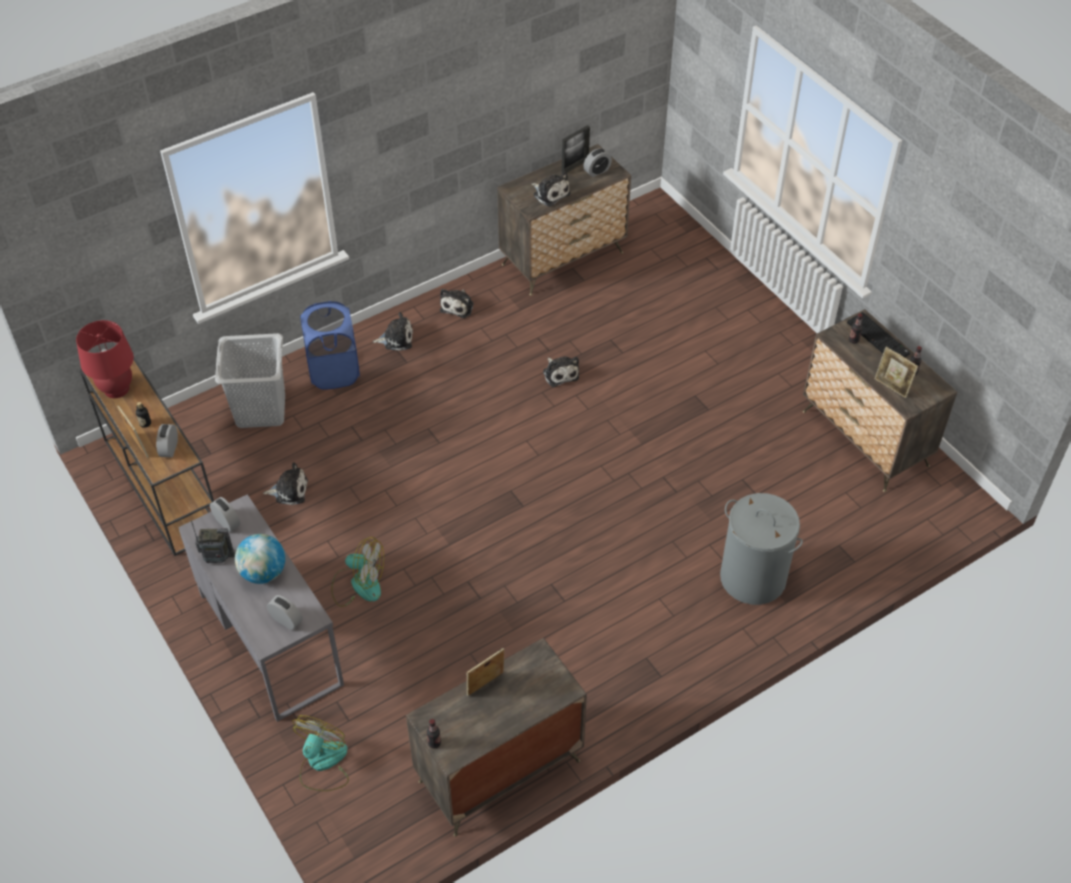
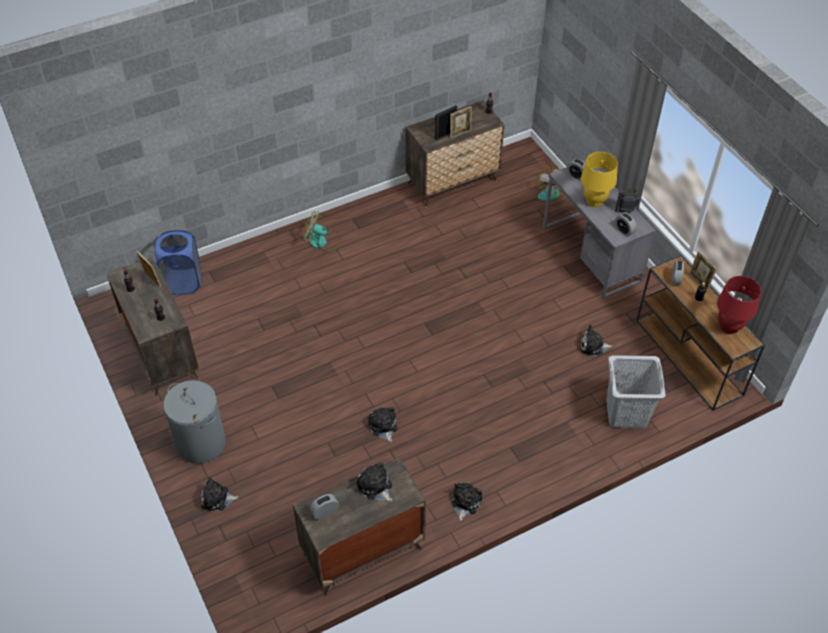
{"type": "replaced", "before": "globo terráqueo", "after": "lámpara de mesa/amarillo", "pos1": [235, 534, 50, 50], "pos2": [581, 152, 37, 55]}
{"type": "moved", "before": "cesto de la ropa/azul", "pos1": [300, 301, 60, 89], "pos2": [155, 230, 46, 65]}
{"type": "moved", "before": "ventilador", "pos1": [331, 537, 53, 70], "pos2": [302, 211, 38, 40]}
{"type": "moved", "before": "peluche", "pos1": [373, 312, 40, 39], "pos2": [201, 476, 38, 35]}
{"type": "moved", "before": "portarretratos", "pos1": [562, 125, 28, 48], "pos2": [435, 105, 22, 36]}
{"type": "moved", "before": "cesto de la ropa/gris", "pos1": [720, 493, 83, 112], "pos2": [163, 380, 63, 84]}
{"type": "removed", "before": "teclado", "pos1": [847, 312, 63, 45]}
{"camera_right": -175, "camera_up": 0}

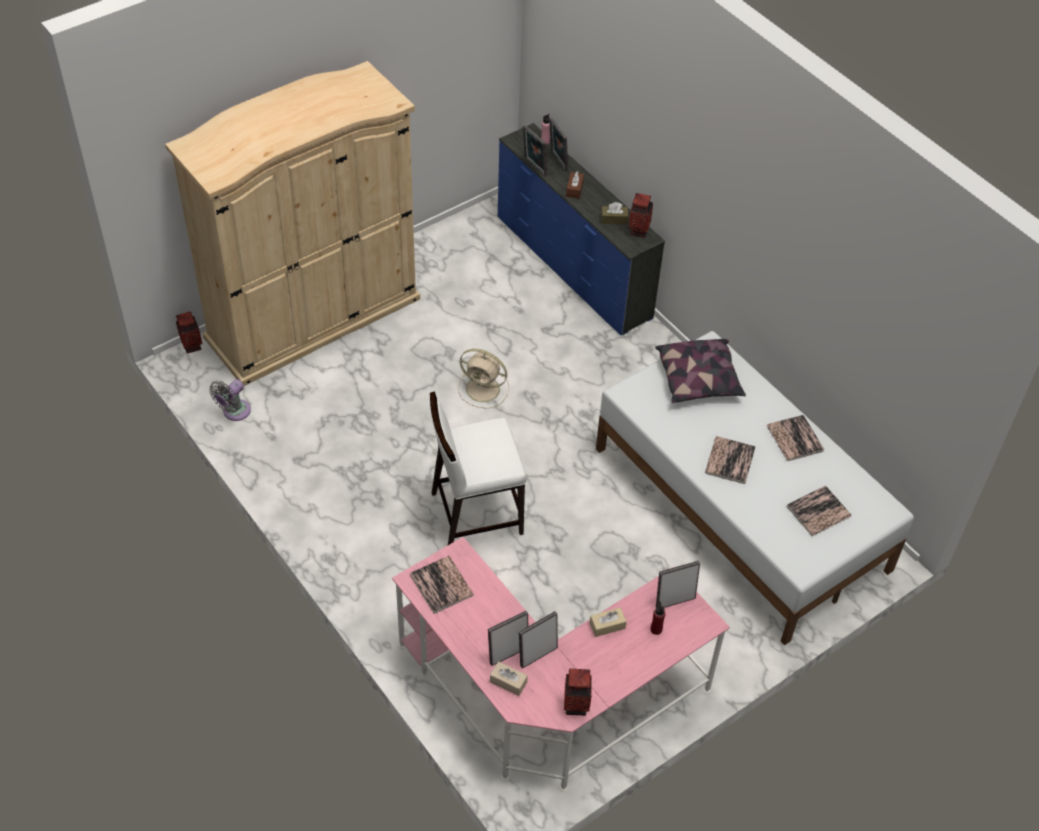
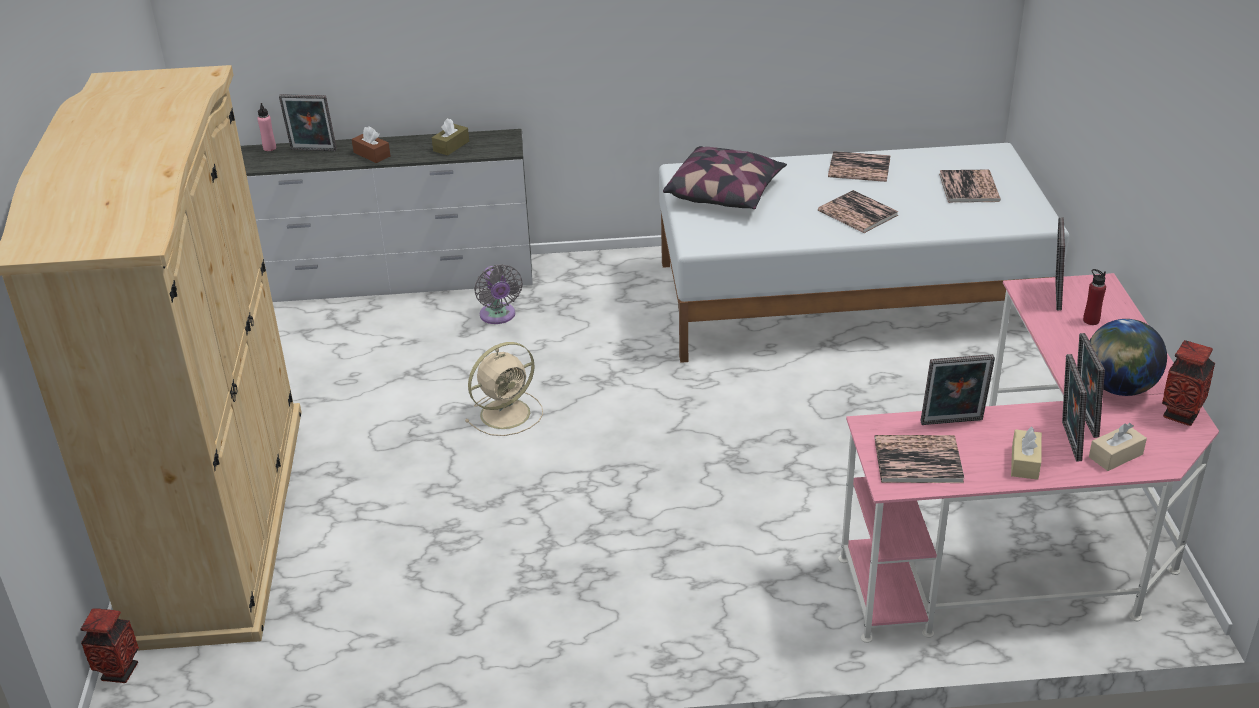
{"type": "moved", "before": "ventilador/gris", "pos1": [209, 380, 42, 41], "pos2": [474, 264, 49, 60]}
{"type": "removed", "before": "silla/blanco", "pos1": [430, 391, 96, 154]}
{"type": "recoloured", "before": "cómoda/azul", "after": "cómoda/blanco", "pos1": [498, 123, 167, 212], "pos2": [241, 129, 292, 173]}
{"type": "moved", "before": "portarretratos", "pos1": [523, 125, 24, 51], "pos2": [920, 354, 75, 71]}
{"type": "moved", "before": "caja de pañuelos/beis", "pos1": [590, 608, 37, 29], "pos2": [1011, 427, 31, 53]}
{"type": "removed", "before": "florero", "pos1": [629, 193, 24, 45]}
{"type": "added", "after": "globo terráqueo", "pos2": [1090, 319, 77, 77]}
{"camera_right": -55, "camera_up": -15}

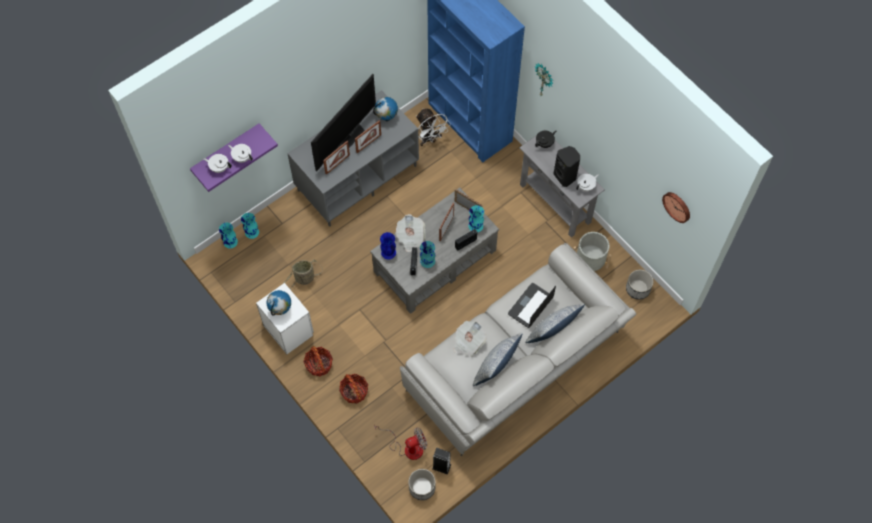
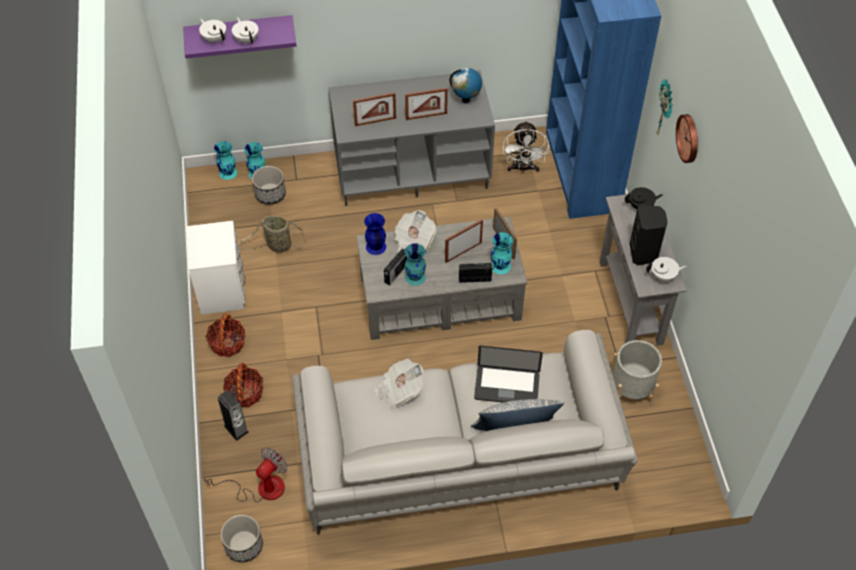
{"type": "removed", "before": "globo terráqueo", "pos1": [266, 290, 25, 25]}
{"type": "removed", "before": "televisor", "pos1": [311, 74, 65, 97]}
{"type": "turned", "before": "ventilador", "pos1": [374, 425, 53, 35], "pos2": [203, 447, 85, 56], "turn": -60}
{"type": "moved", "before": "altavoz", "pos1": [432, 448, 19, 27], "pos2": [217, 390, 32, 51]}
{"type": "removed", "before": "cojín", "pos1": [473, 333, 50, 53]}
{"type": "turned", "before": "portátil", "pos1": [508, 283, 48, 45], "pos2": [474, 346, 69, 57], "turn": -150}
{"type": "moved", "before": "maceta", "pos1": [626, 270, 27, 30], "pos2": [252, 166, 34, 39]}
{"type": "moved", "before": "reloj de pared", "pos1": [662, 192, 28, 31], "pos2": [676, 114, 22, 49]}
{"camera_right": 30, "camera_up": -10}

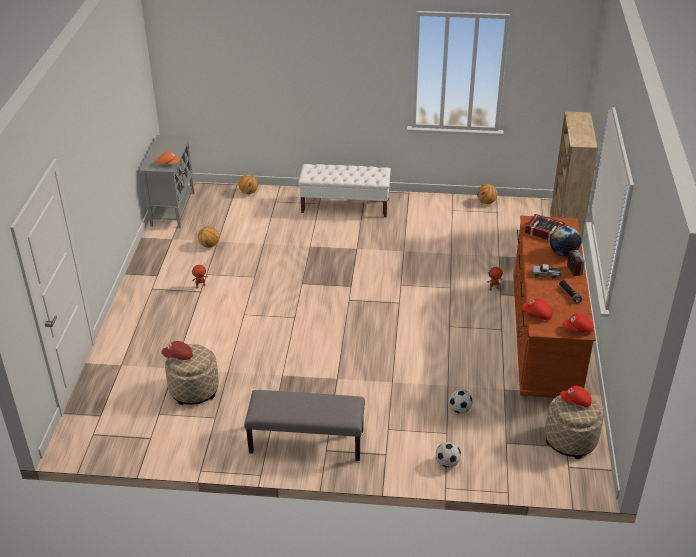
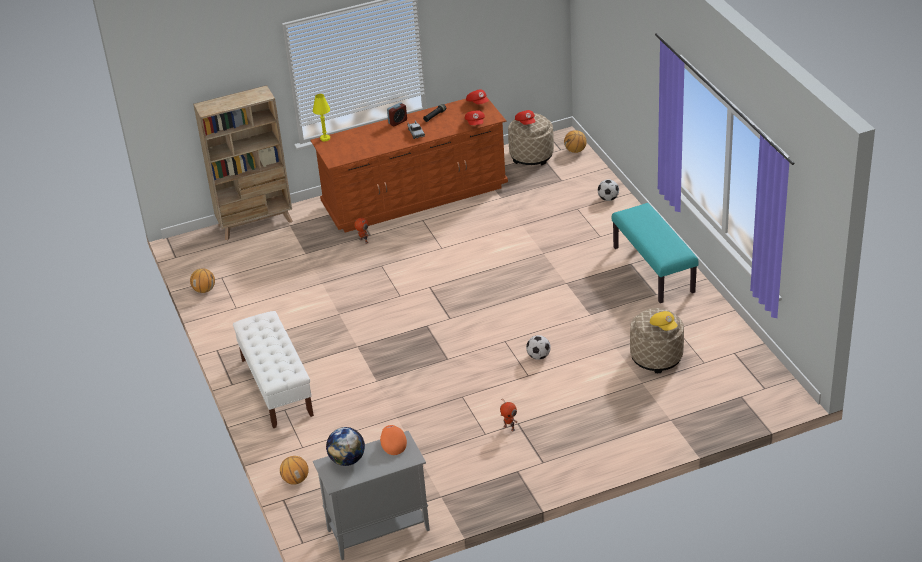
{"type": "recoloured", "before": "gorra/rojo", "after": "gorra/amarillo", "pos1": [162, 341, 31, 19], "pos2": [650, 311, 28, 20]}
{"type": "moved", "before": "balón de baloncesto", "pos1": [198, 226, 21, 22], "pos2": [564, 130, 23, 23]}
{"type": "recoloured", "before": "banco/gris", "after": "banco/turquesa", "pos1": [244, 390, 121, 71], "pos2": [612, 203, 87, 100]}
{"type": "moved", "before": "balón de fútbol", "pos1": [449, 390, 24, 24], "pos2": [526, 335, 25, 25]}
{"type": "removed", "before": "libro", "pos1": [525, 214, 40, 27]}
{"type": "moved", "before": "globo terráqueo", "pos1": [550, 226, 31, 30], "pos2": [326, 427, 39, 39]}
{"type": "added", "after": "lámpara de mesa/amarillo", "pos2": [313, 94, 17, 48]}
{"camera_right": -115, "camera_up": 0}

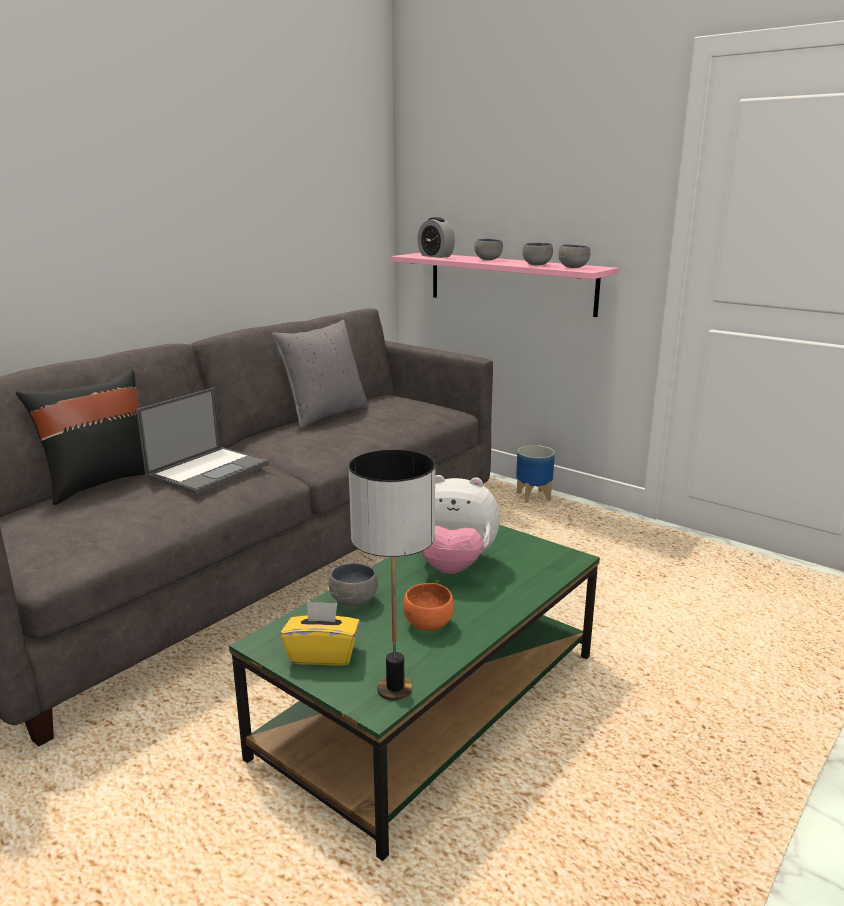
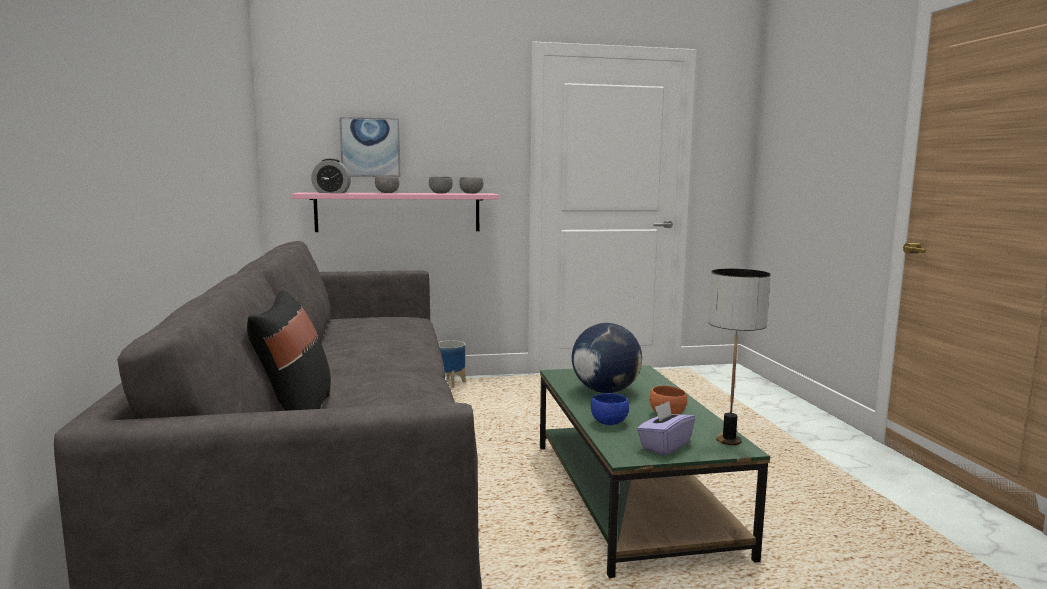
{"type": "removed", "before": "portátil", "pos1": [136, 387, 133, 108]}
{"type": "removed", "before": "cojín/gris", "pos1": [273, 320, 96, 108]}
{"type": "recoloured", "before": "caja de pañuelos/amarillo", "after": "caja de pañuelos/morado", "pos1": [280, 601, 80, 65], "pos2": [637, 401, 58, 55]}
{"type": "recoloured", "before": "cuenco/gris", "after": "cuenco/azul", "pos1": [329, 563, 49, 44], "pos2": [591, 393, 38, 32]}
{"type": "replaced", "before": "peluche", "after": "globo terráqueo", "pos1": [420, 475, 80, 99], "pos2": [572, 323, 70, 70]}
{"type": "added", "after": "cuadro", "pos2": [339, 117, 61, 60]}
{"camera_right": -50, "camera_up": -10}

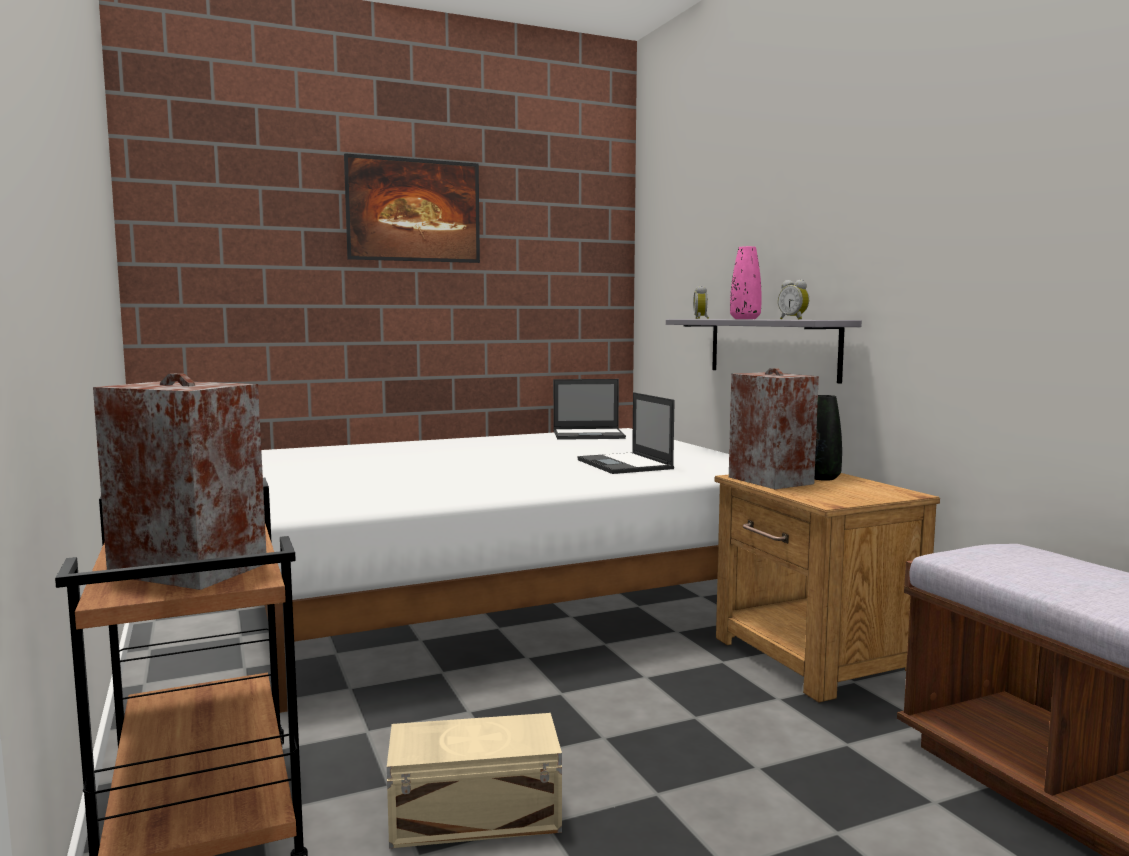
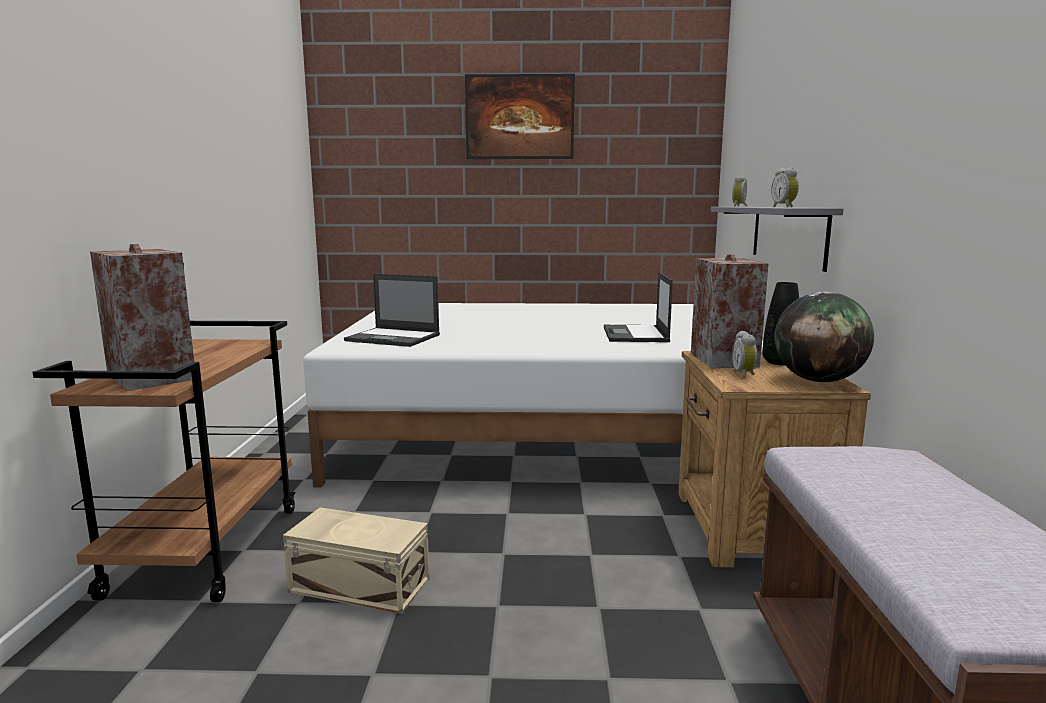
{"type": "moved", "before": "portátil", "pos1": [553, 379, 73, 61], "pos2": [344, 274, 96, 73]}
{"type": "removed", "before": "florero/rosa", "pos1": [730, 246, 32, 73]}
{"type": "added", "after": "despertador", "pos2": [732, 331, 25, 47]}
{"type": "added", "after": "globo terráqueo", "pos2": [775, 292, 99, 90]}
{"camera_right": 25, "camera_up": 5}

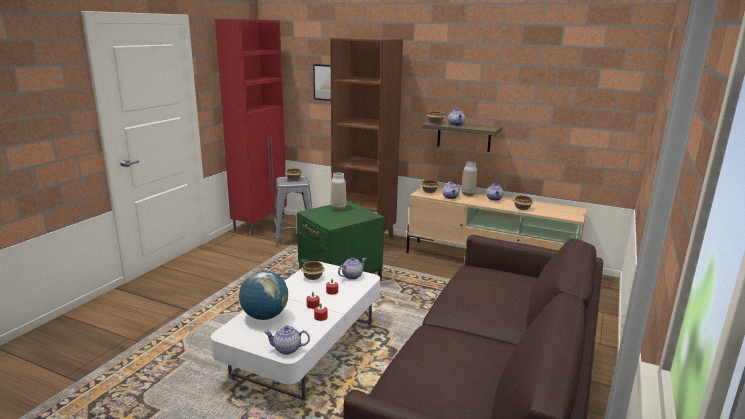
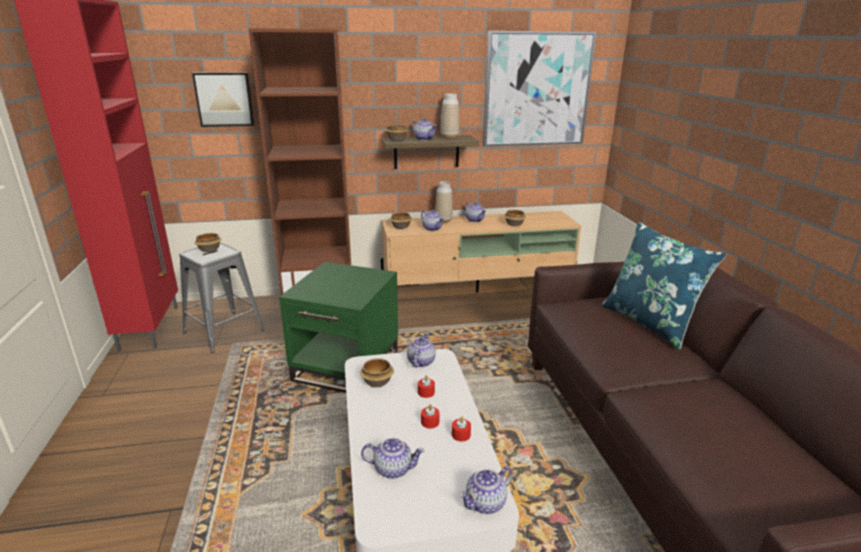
{"type": "replaced", "before": "globo terráqueo", "after": "tetera", "pos1": [239, 271, 49, 49], "pos2": [361, 438, 64, 41]}
{"type": "moved", "before": "florero", "pos1": [331, 172, 16, 38], "pos2": [441, 93, 18, 46]}
{"type": "added", "after": "cuadro", "pos2": [483, 31, 113, 115]}
{"type": "added", "after": "cojín/azul", "pos2": [601, 222, 126, 128]}
{"camera_right": -35, "camera_up": 5}

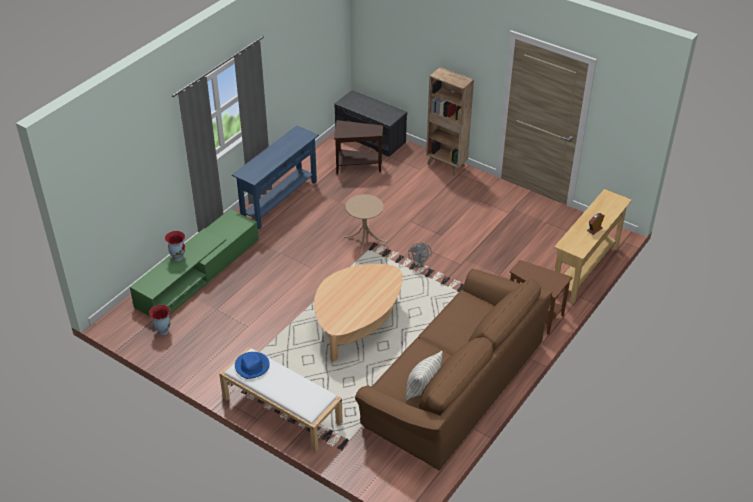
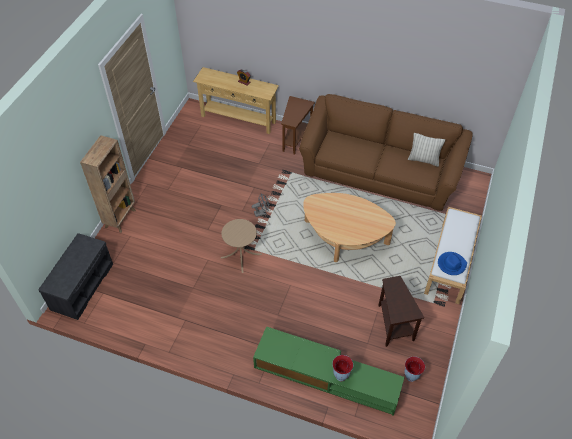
{"type": "removed", "before": "mesa consola/azul", "pos1": [232, 125, 87, 105]}
{"type": "moved", "before": "mesa auxiliar/marrón", "pos1": [334, 120, 49, 55], "pos2": [378, 276, 46, 71]}
{"camera_right": -105, "camera_up": 10}

